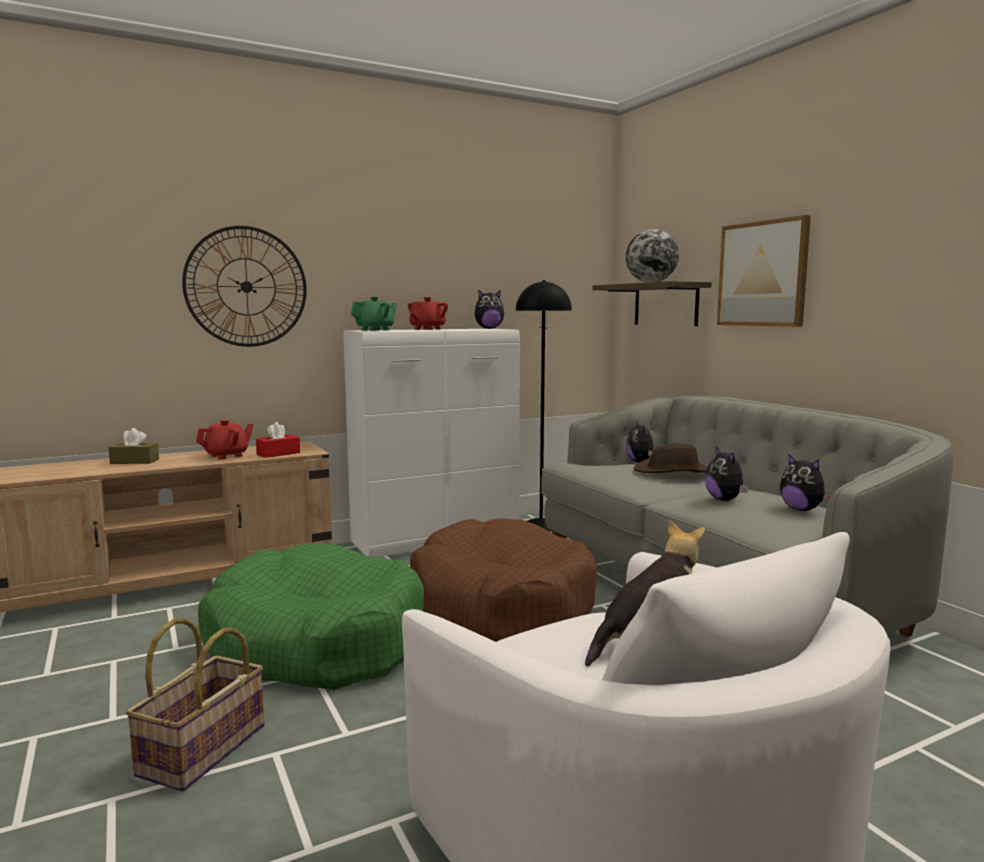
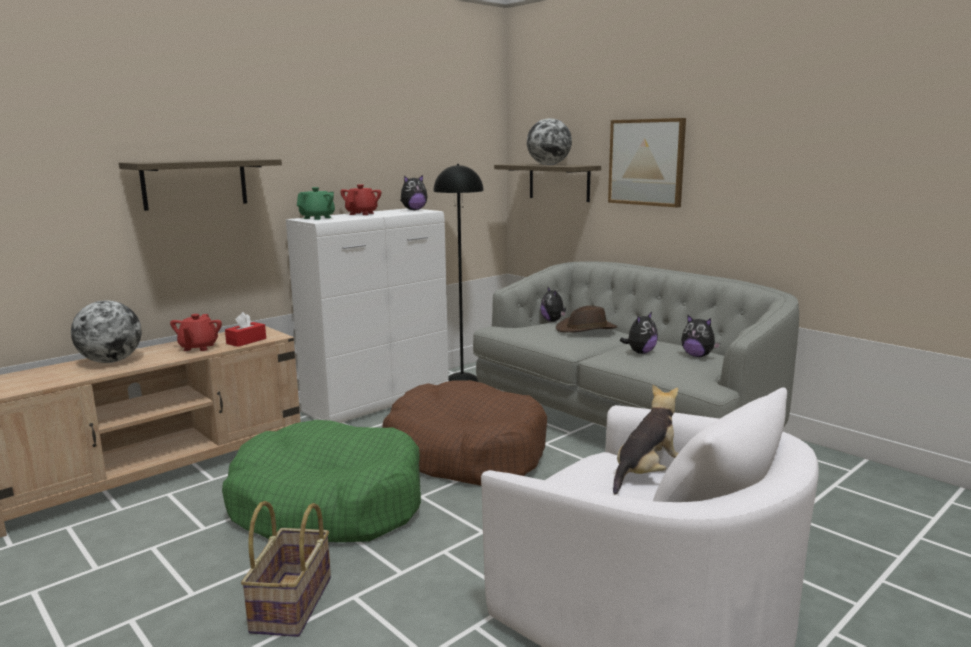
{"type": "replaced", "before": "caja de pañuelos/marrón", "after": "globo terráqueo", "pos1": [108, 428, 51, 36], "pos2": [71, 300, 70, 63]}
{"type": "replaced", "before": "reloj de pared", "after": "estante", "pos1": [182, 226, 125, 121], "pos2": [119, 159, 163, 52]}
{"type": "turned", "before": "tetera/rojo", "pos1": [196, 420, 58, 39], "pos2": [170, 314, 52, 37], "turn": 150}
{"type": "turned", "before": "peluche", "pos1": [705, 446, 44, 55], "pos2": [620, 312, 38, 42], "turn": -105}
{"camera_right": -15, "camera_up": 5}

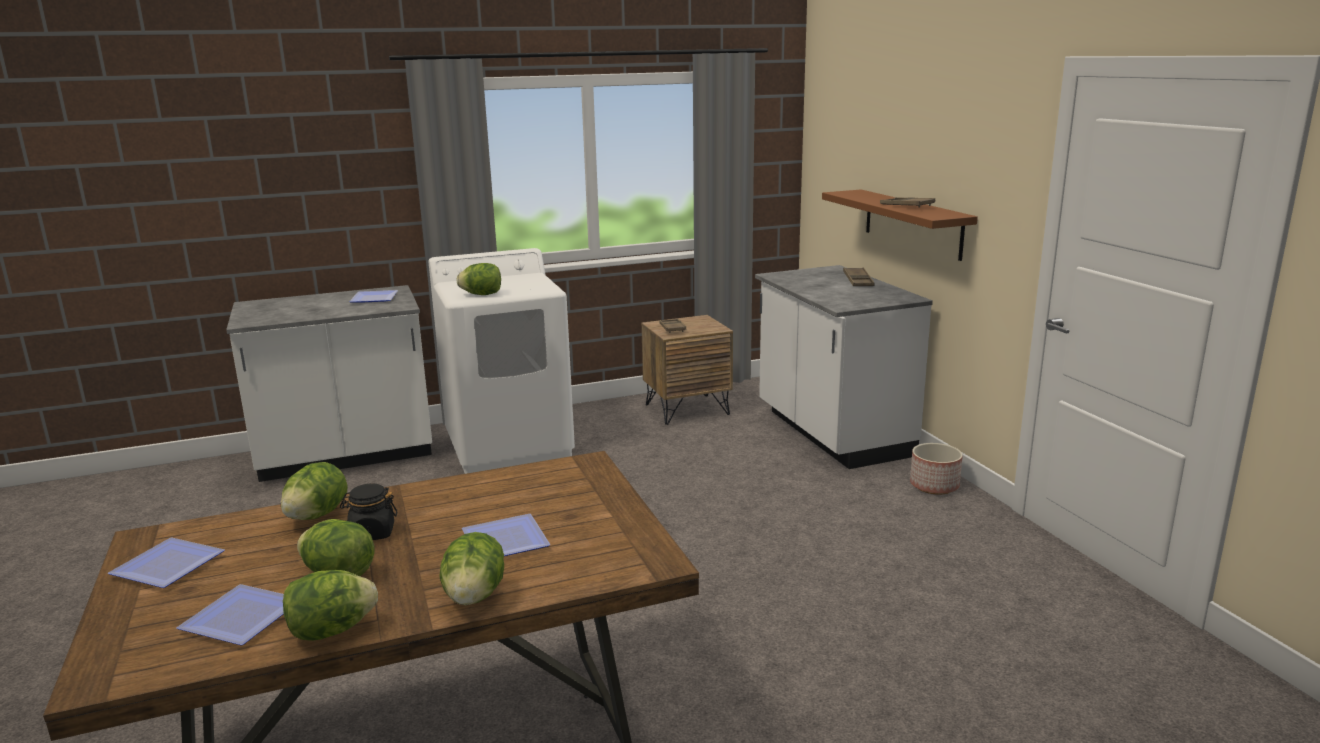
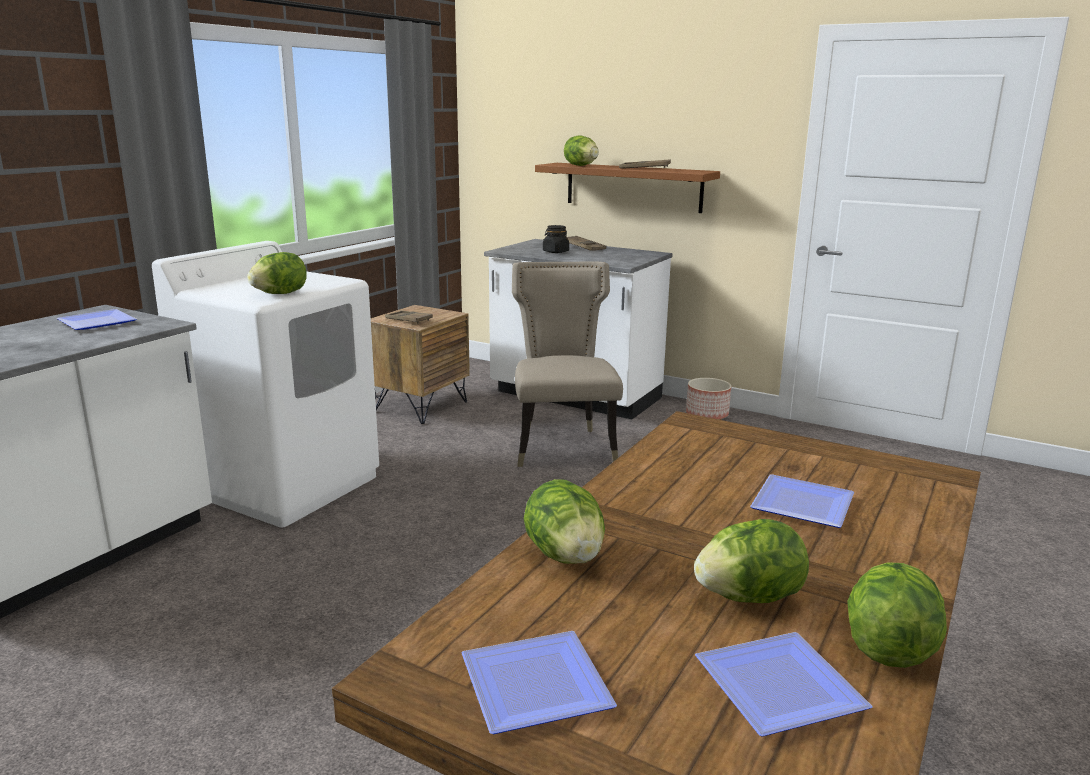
{"type": "moved", "before": "tarro/negro", "pos1": [340, 483, 57, 57], "pos2": [543, 225, 26, 28]}
{"type": "moved", "before": "lechuga", "pos1": [439, 532, 65, 73], "pos2": [564, 135, 35, 31]}
{"type": "added", "after": "silla/beis", "pos2": [512, 261, 111, 206]}
{"camera_right": -40, "camera_up": 0}

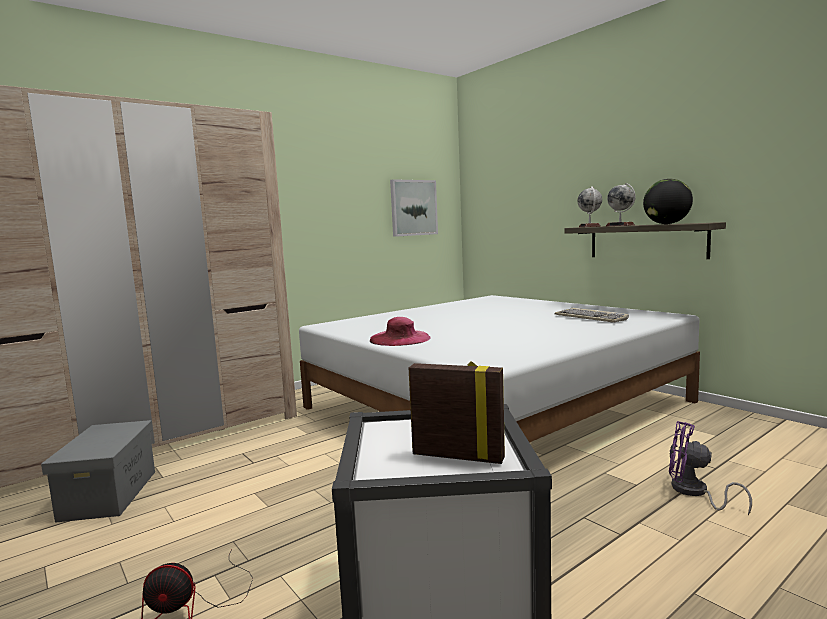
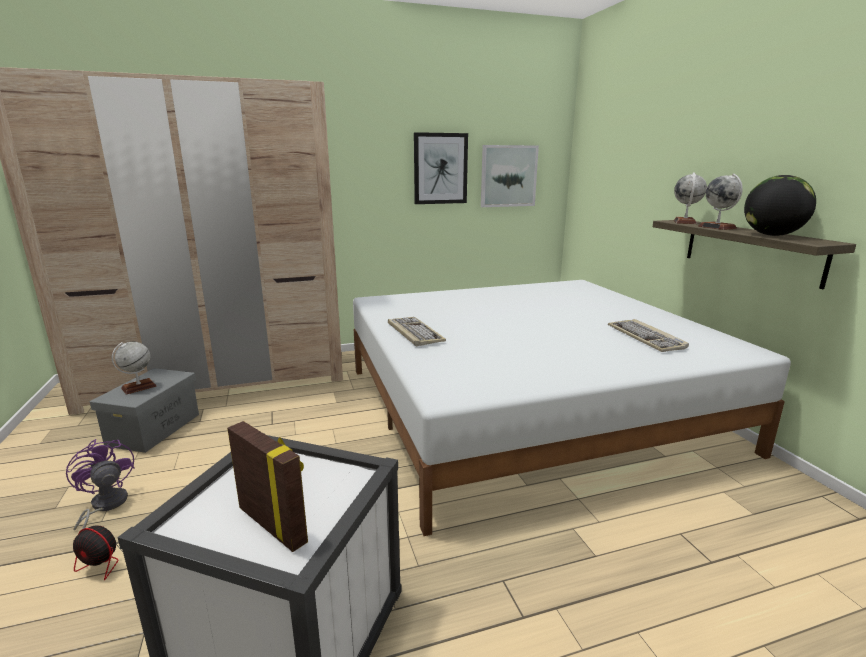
{"type": "replaced", "before": "sombrero/rosa", "after": "teclado", "pos1": [370, 317, 61, 29], "pos2": [388, 317, 58, 29]}
{"type": "moved", "before": "ventilador/morado", "pos1": [669, 421, 83, 94], "pos2": [66, 439, 69, 91]}
{"type": "added", "after": "globo terráqueo", "pos2": [112, 342, 45, 53]}
{"type": "added", "after": "cuadro", "pos2": [414, 132, 54, 72]}
{"camera_right": 20, "camera_up": 10}

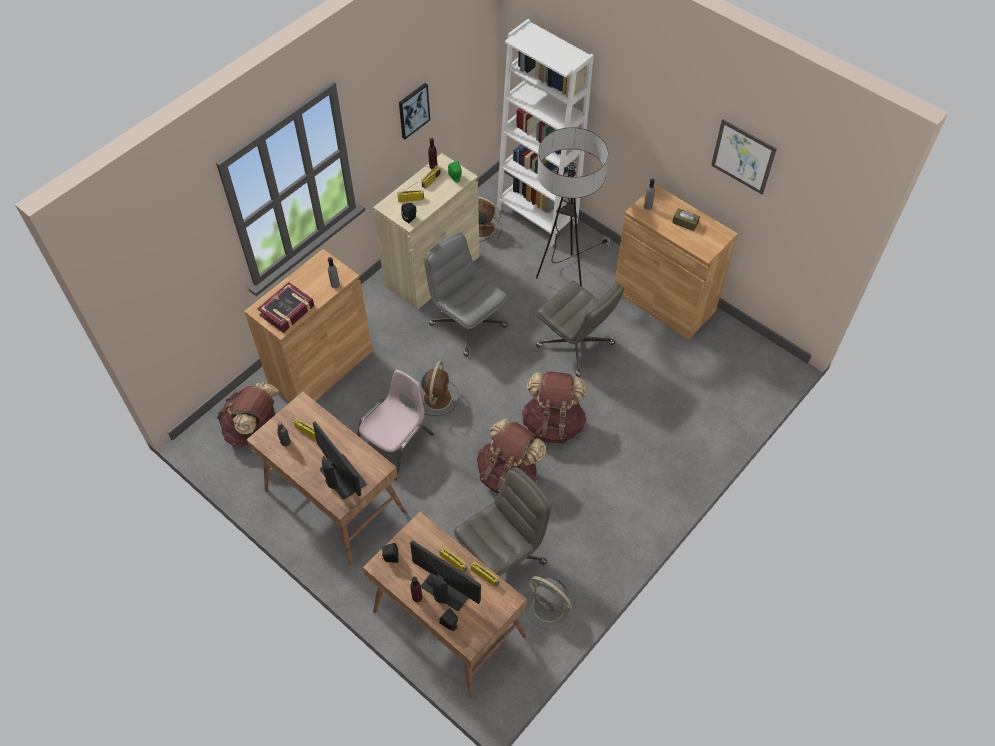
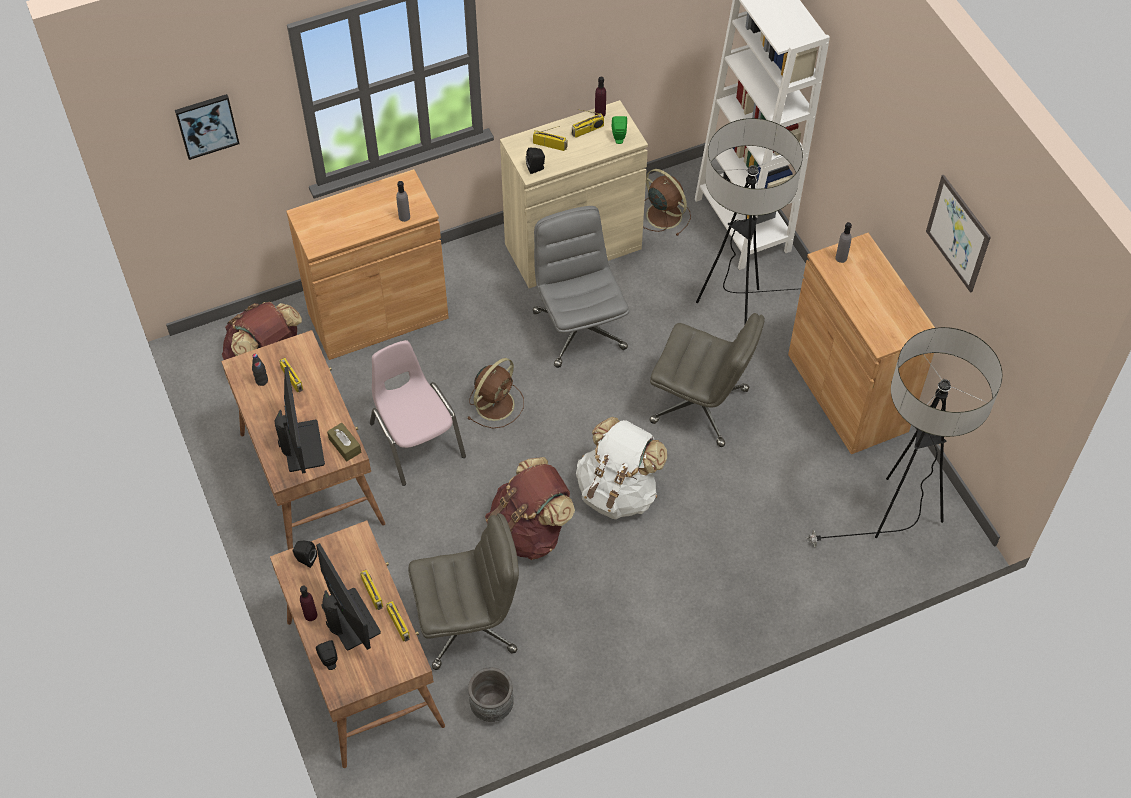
{"type": "removed", "before": "libro", "pos1": [257, 282, 57, 51]}
{"type": "turned", "before": "silla/rosa", "pos1": [357, 370, 77, 110], "pos2": [370, 340, 96, 146], "turn": -90}
{"type": "moved", "before": "cuadro", "pos1": [399, 83, 31, 56], "pos2": [175, 94, 65, 66]}
{"type": "recoloured", "before": "mochila/marrón", "after": "mochila/blanco", "pos1": [521, 371, 66, 73], "pos2": [576, 417, 91, 102]}
{"type": "replaced", "before": "ventilador/gris", "after": "maceta/gris", "pos1": [525, 576, 50, 54], "pos2": [468, 667, 46, 55]}
{"type": "turned", "before": "silla de oficina/gris", "pos1": [536, 281, 88, 96], "pos2": [649, 313, 116, 134], "turn": -45}
{"type": "moved", "before": "caja de pañuelos/marrón", "pos1": [672, 208, 28, 23], "pos2": [327, 423, 34, 38]}
{"type": "added", "after": "lámpara de pie", "pos2": [806, 327, 196, 221]}
{"camera_right": 25, "camera_up": 0}

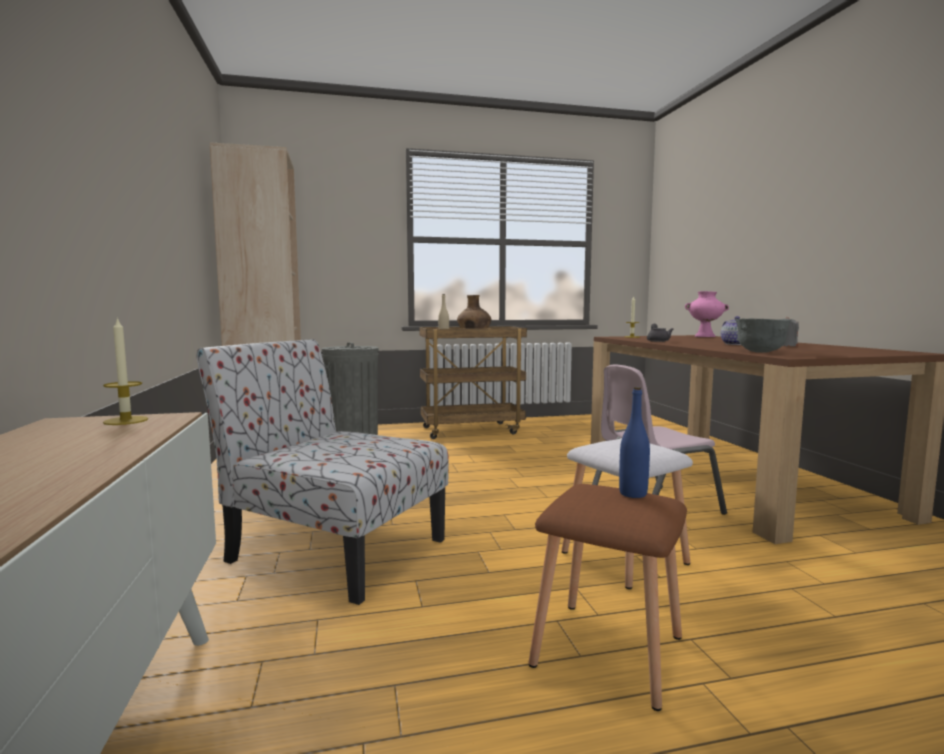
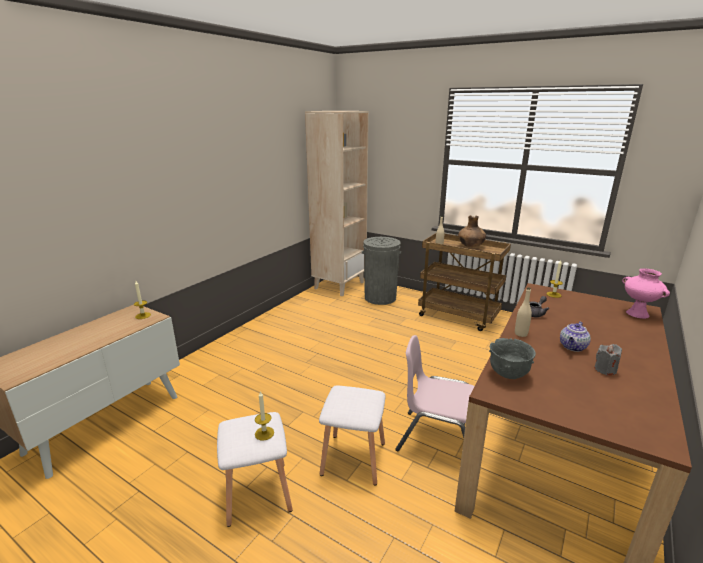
{"type": "removed", "before": "silla", "pos1": [196, 339, 253, 266]}
{"type": "recoloured", "before": "taburete/marrón", "after": "taburete/blanco", "pos1": [529, 484, 158, 227], "pos2": [217, 412, 76, 115]}
{"type": "replaced", "before": "botella/azul", "after": "vela", "pos1": [619, 387, 31, 111], "pos2": [255, 391, 19, 50]}
{"type": "added", "after": "botella/beis", "pos2": [515, 288, 17, 49]}
{"camera_right": 45, "camera_up": 15}

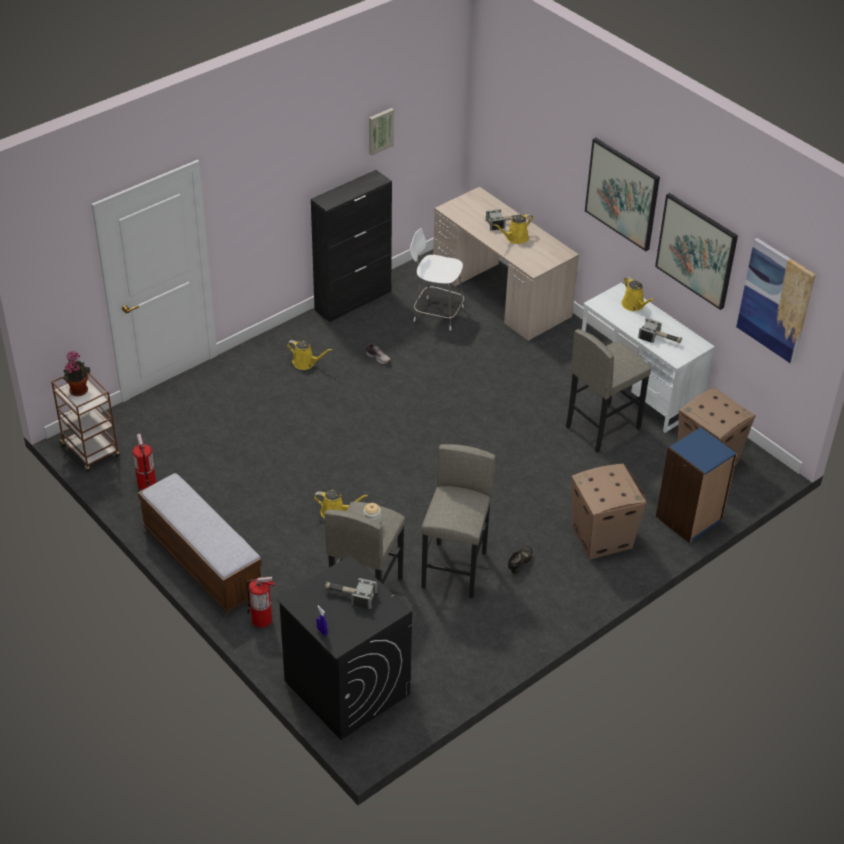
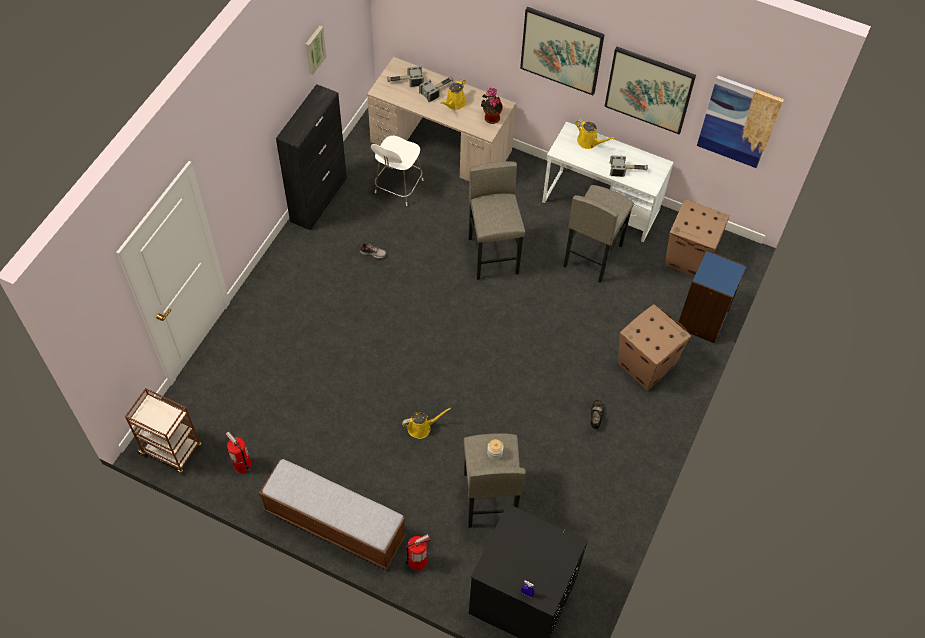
{"type": "moved", "before": "planta en maceta", "pos1": [63, 351, 27, 45], "pos2": [481, 87, 22, 37]}
{"type": "removed", "before": "regadera/amarillo", "pos1": [287, 340, 45, 30]}
{"type": "moved", "before": "martillo", "pos1": [325, 578, 52, 31], "pos2": [387, 66, 37, 21]}
{"type": "turned", "before": "silla/blanco", "pos1": [410, 228, 55, 103], "pos2": [371, 136, 53, 70], "turn": -60}
{"type": "moved", "before": "taburete/gris", "pos1": [421, 444, 74, 155], "pos2": [468, 161, 57, 119]}
{"camera_right": -25, "camera_up": 15}

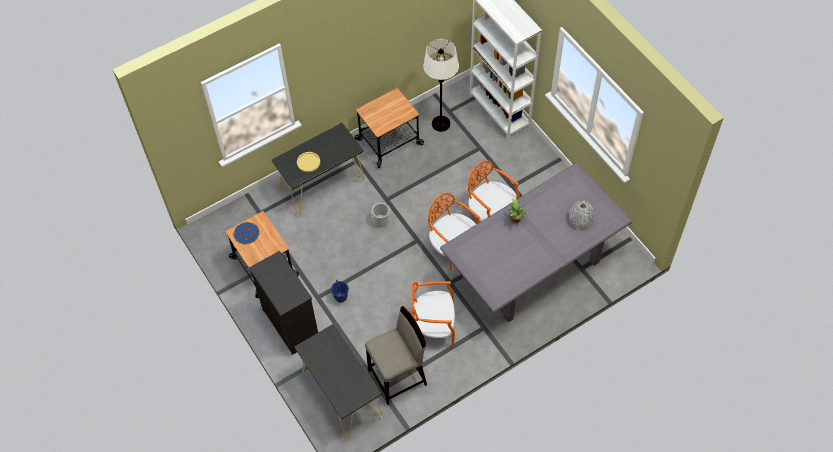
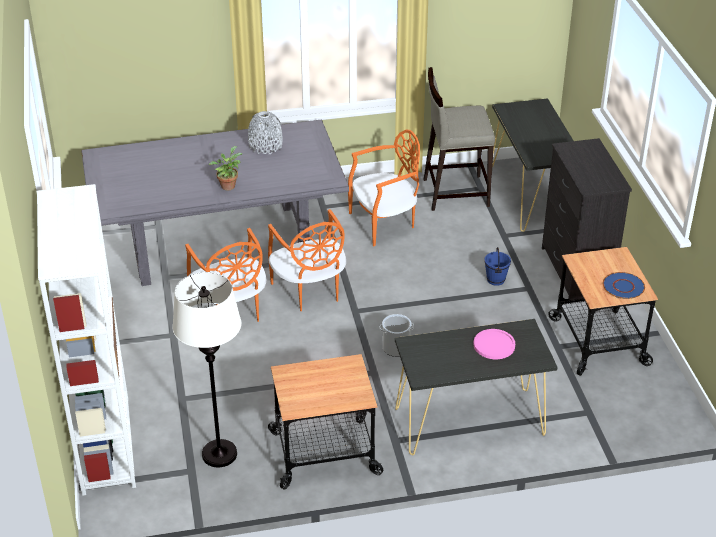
{"type": "recoloured", "before": "plato/amarillo", "after": "plato/rosa", "pos1": [297, 152, 23, 20], "pos2": [473, 329, 42, 30]}
{"type": "turned", "before": "silla/naranja", "pos1": [411, 281, 44, 65], "pos2": [348, 130, 72, 116], "turn": -45}
{"type": "moved", "before": "florero/gris", "pos1": [569, 200, 25, 30], "pos2": [248, 111, 35, 43]}
{"camera_right": -160, "camera_up": -20}

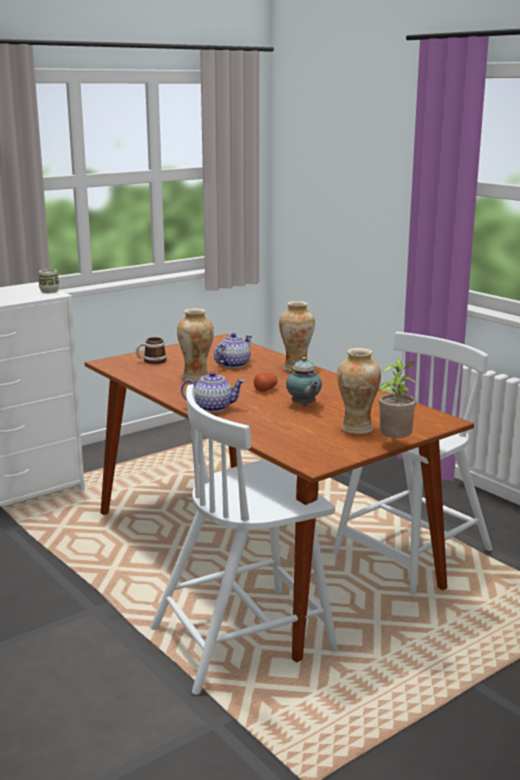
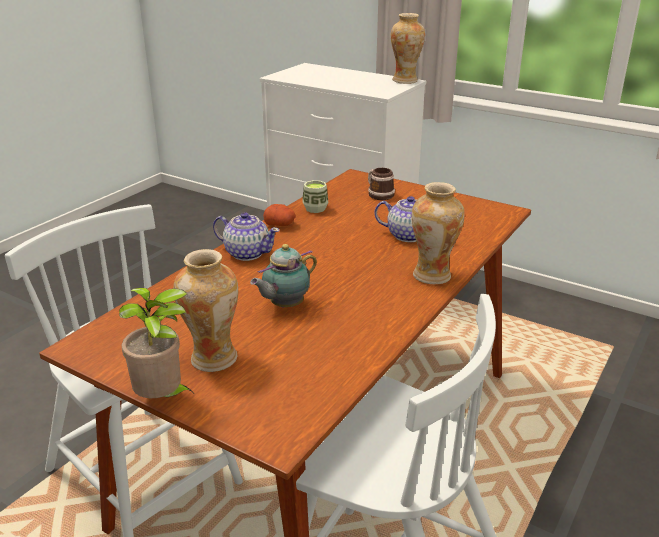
{"type": "moved", "before": "taza", "pos1": [39, 269, 20, 24], "pos2": [302, 180, 26, 33]}
{"type": "moved", "before": "florero", "pos1": [177, 308, 37, 73], "pos2": [391, 13, 34, 71]}
{"type": "turned", "before": "tetera", "pos1": [181, 371, 64, 41], "pos2": [213, 212, 67, 49], "turn": -45}
{"type": "moved", "before": "patata", "pos1": [254, 372, 24, 20], "pos2": [263, 204, 33, 22]}
{"camera_right": 70, "camera_up": 10}

